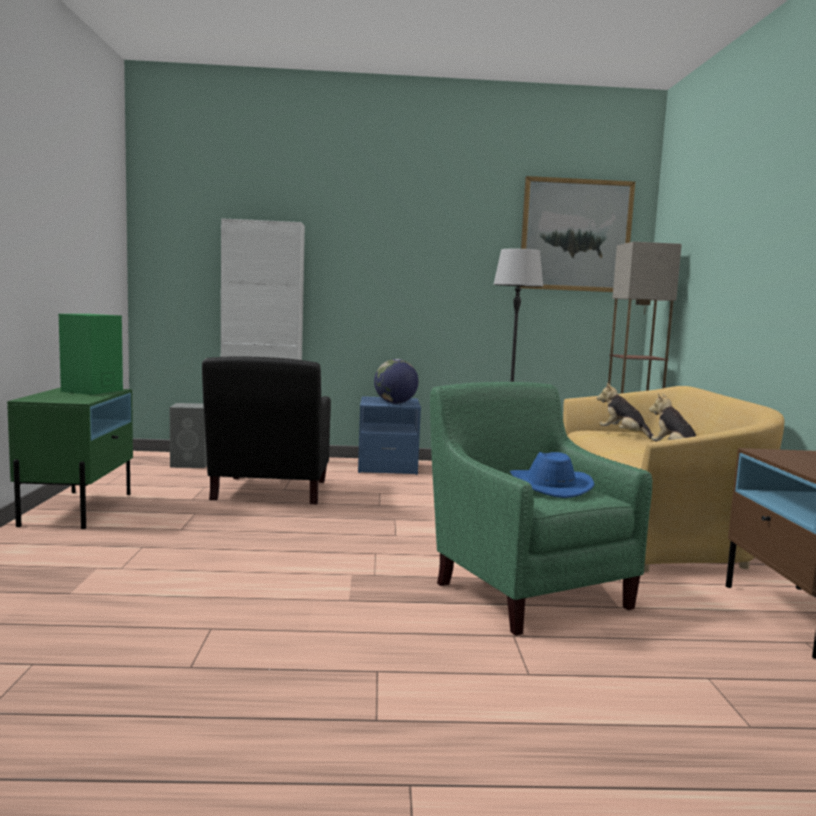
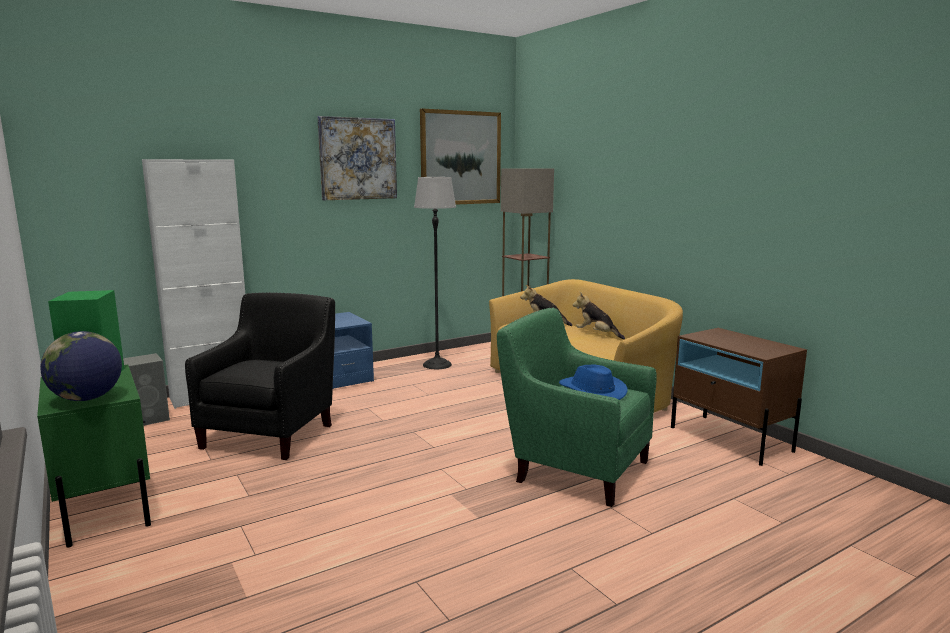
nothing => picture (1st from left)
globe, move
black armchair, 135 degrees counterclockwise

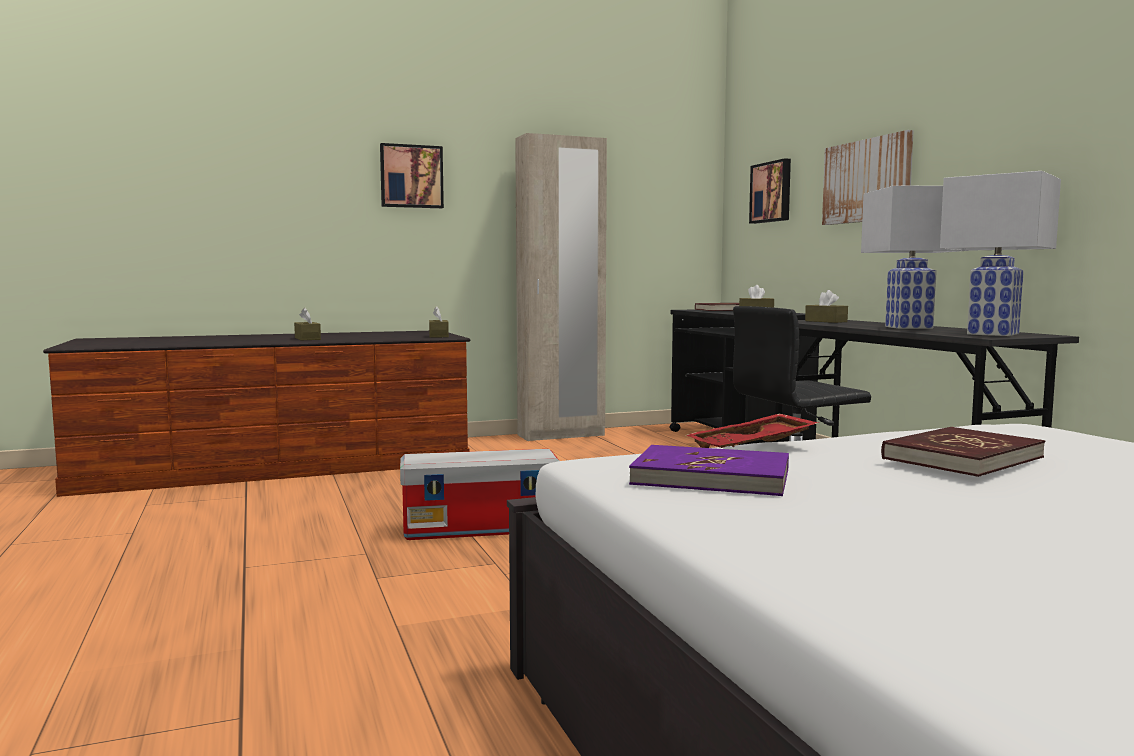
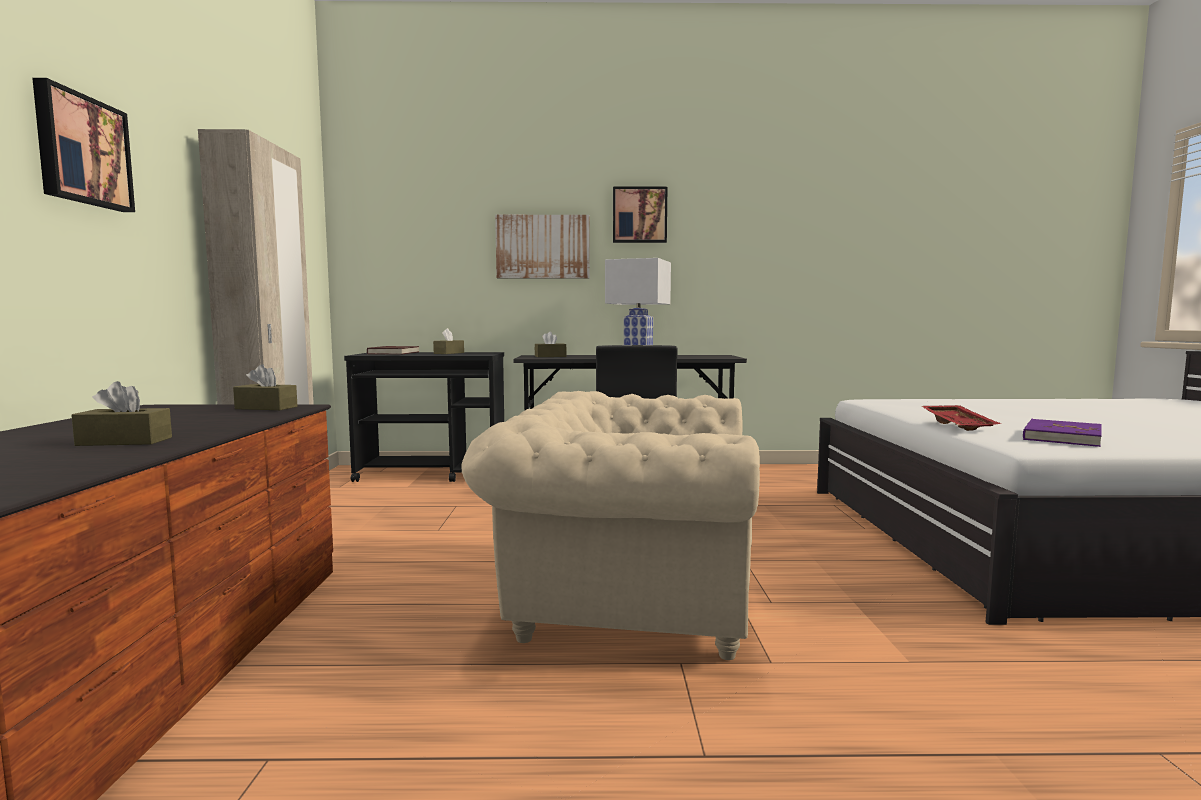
red book (2nd from left) => nothing
white table lamp (2nd from left) => nothing
picture (2nd from left in the first image) => picture (3rd from left), move
storage box => beige armchair

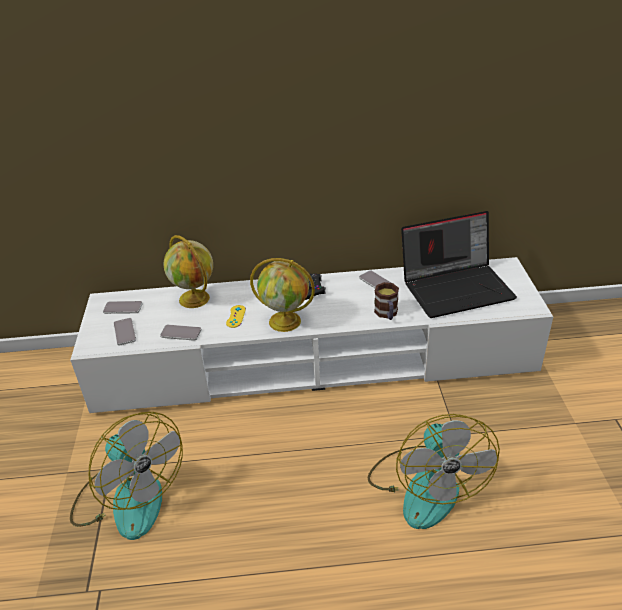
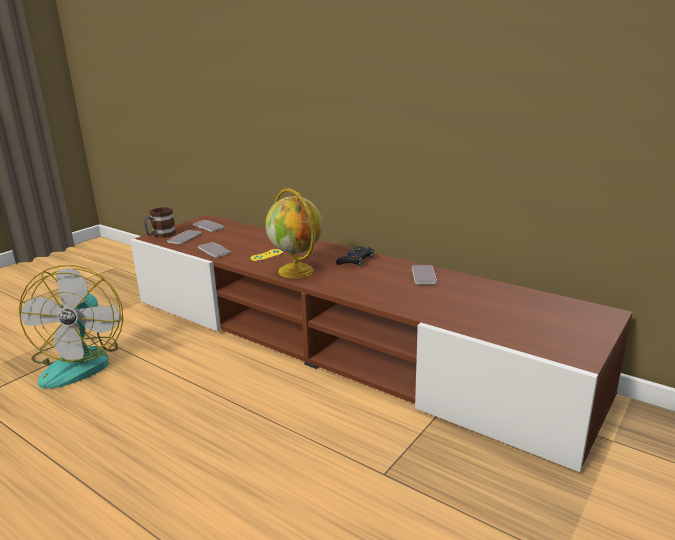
globe (1st from left) => nothing
fan (2nd from left) => nothing
laptop => nothing
mug, move
white tv stand => brown tv stand

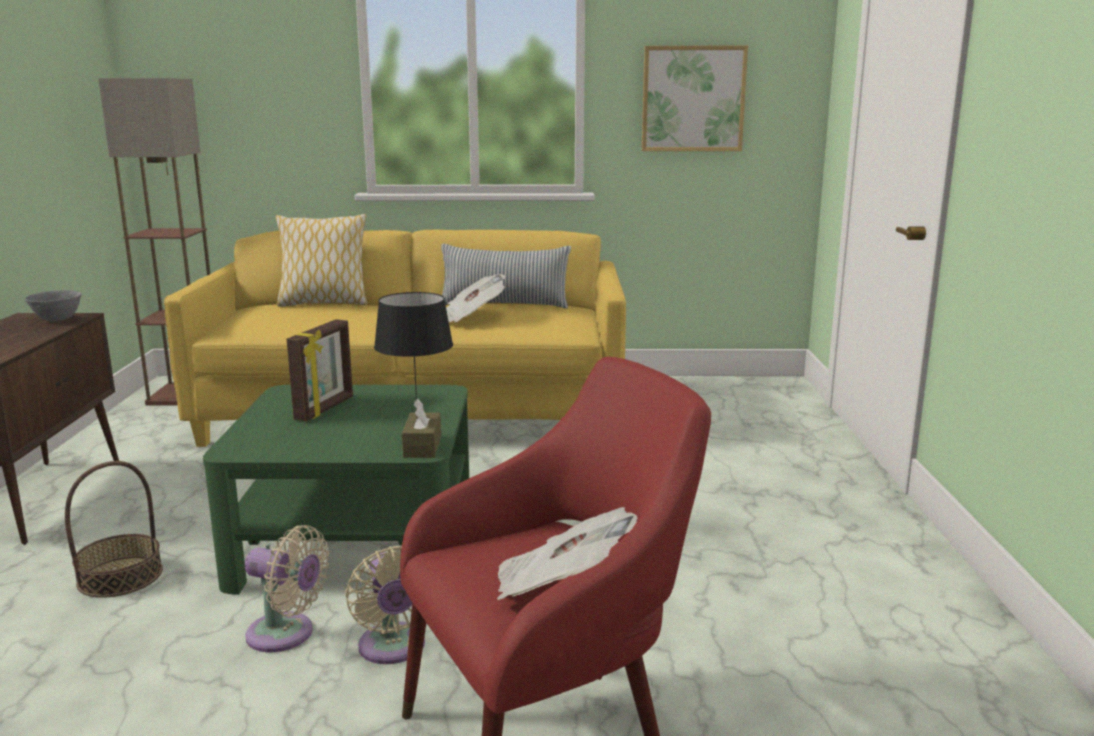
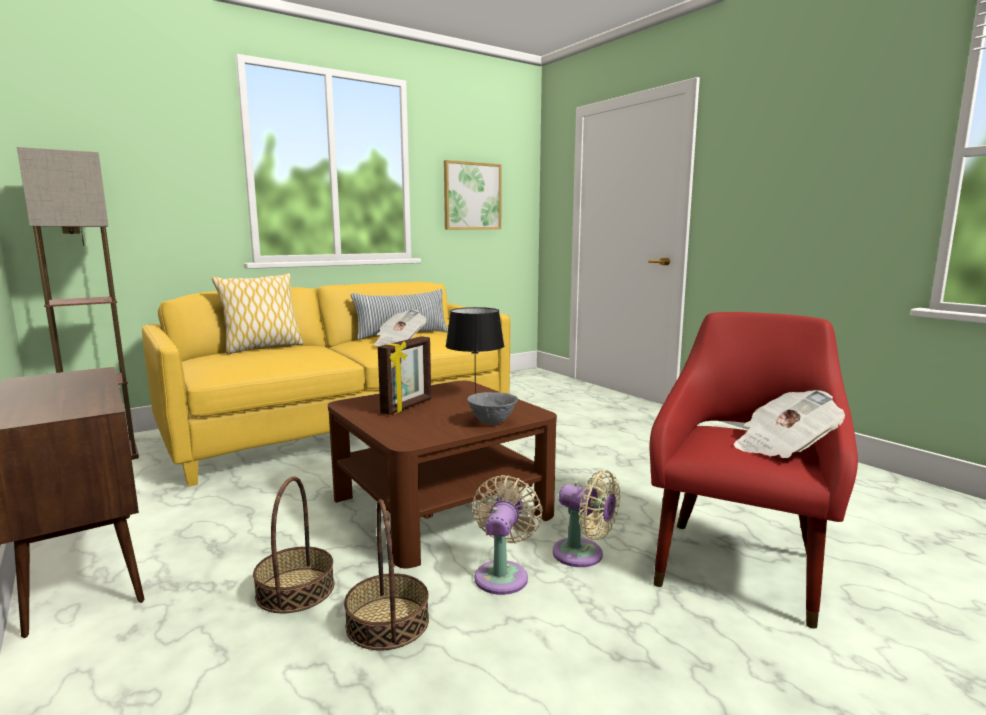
brown tissue box => nothing
nothing => basket (2nd from left)
grey bowl, move
green coffee table => brown coffee table
beige fan (1st from left), 60 degrees counterclockwise
picture frame, 45 degrees clockwise

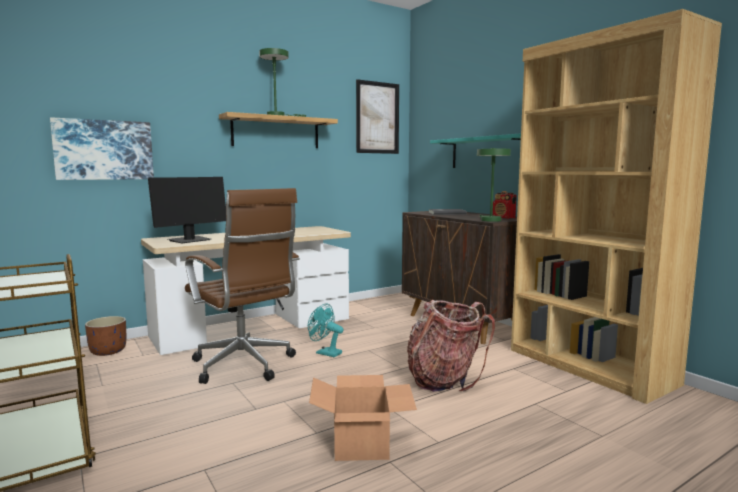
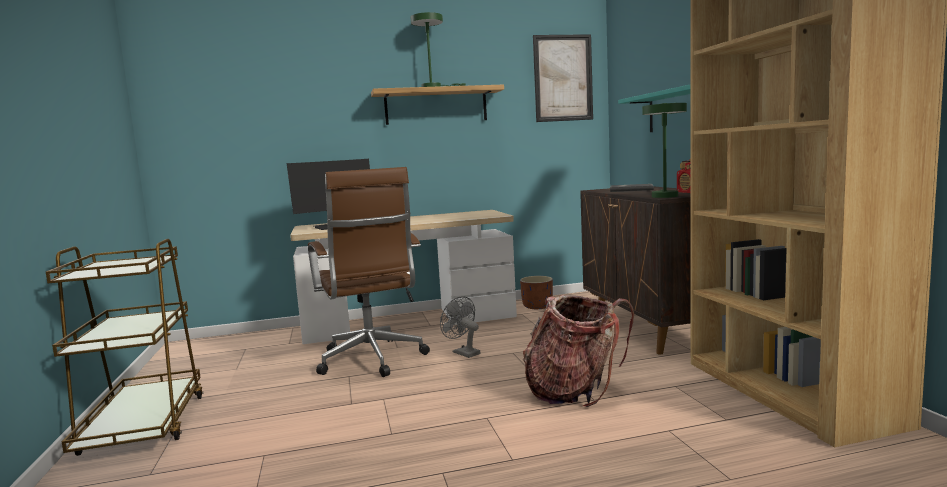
picture (1st from left) => nothing
cardboard box => nothing
brown planter, move
turquoise fan => grey fan

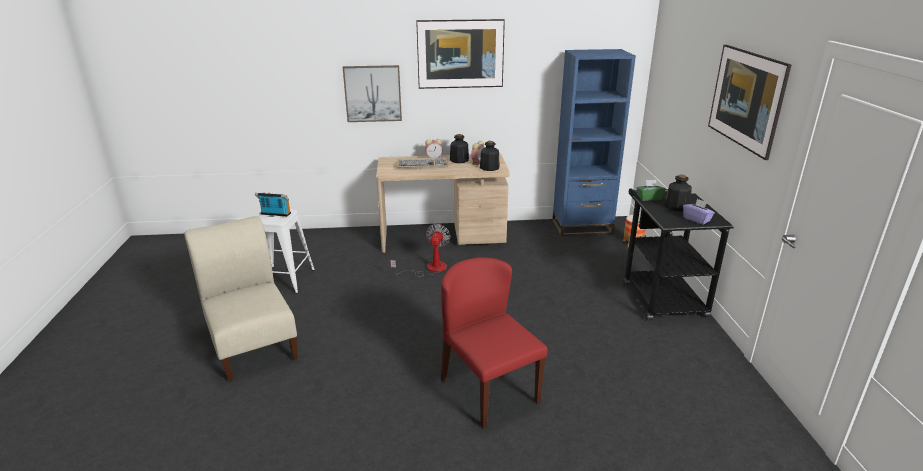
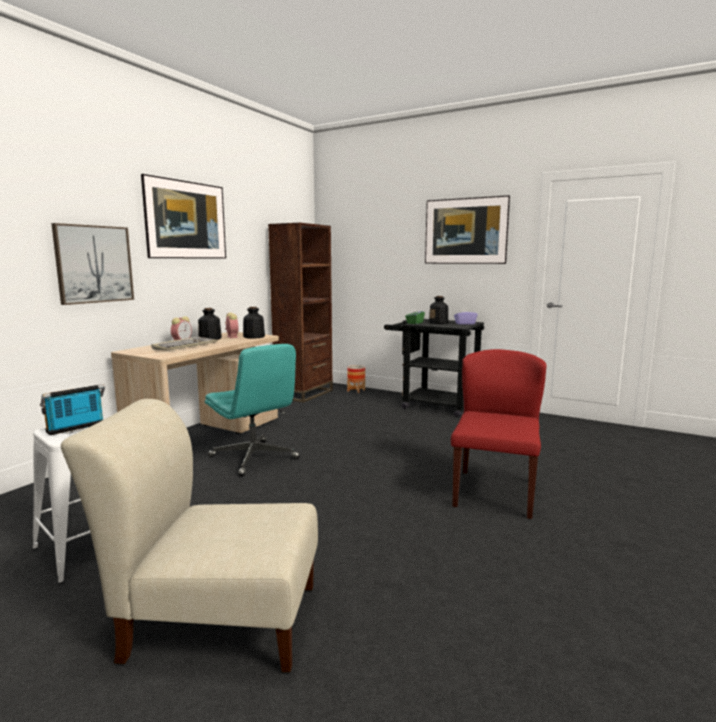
fan => turquoise office chair
blue bookcase => brown bookcase
red chair, 105 degrees clockwise

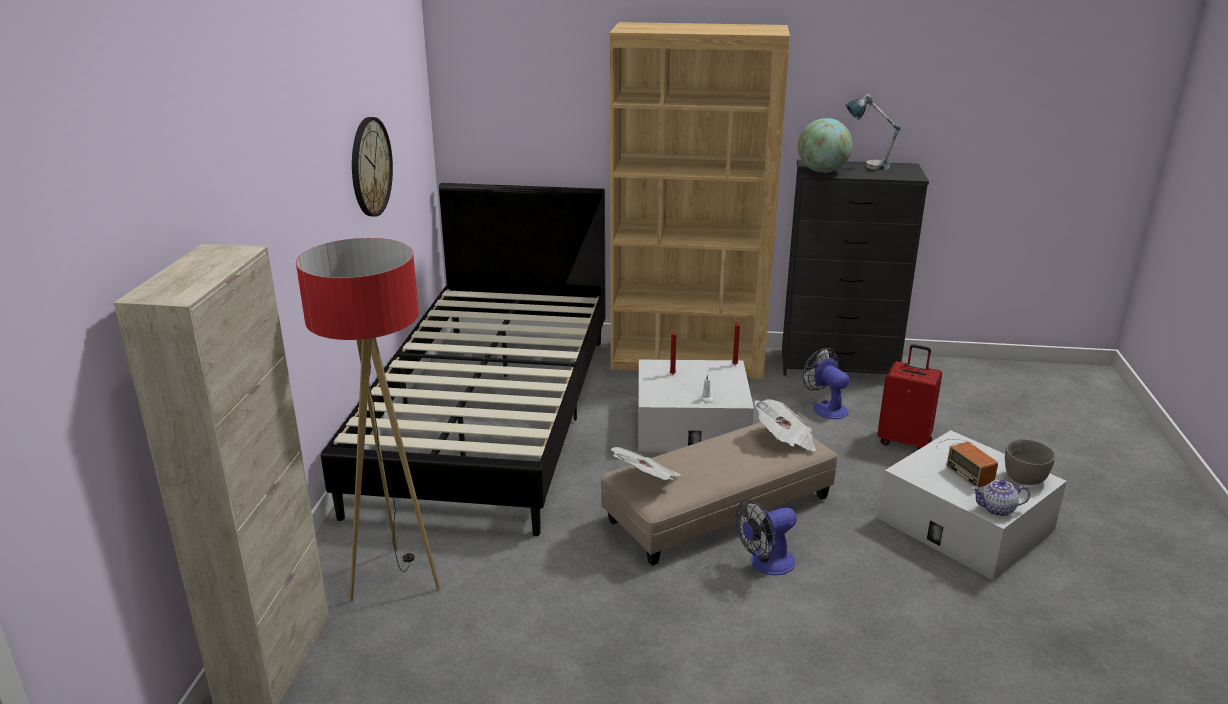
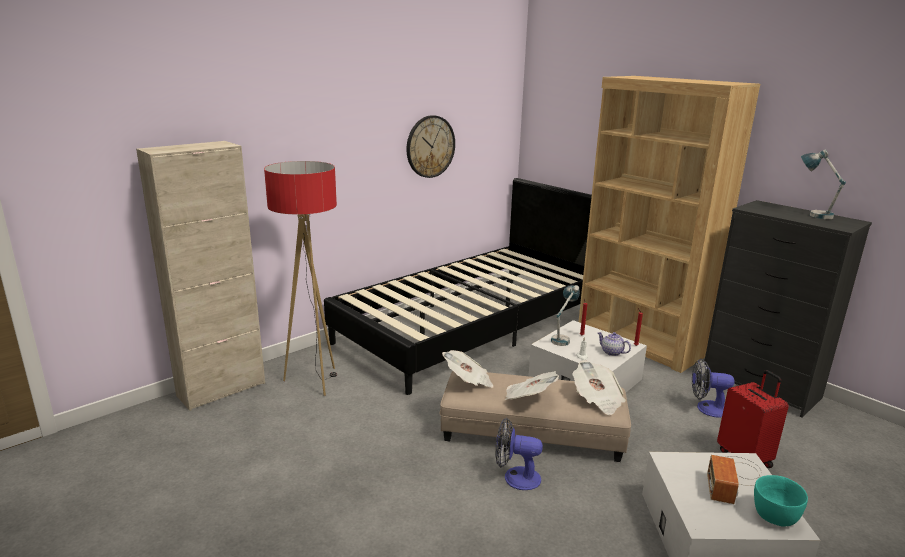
globe => nothing
nothing => newspaper (2nd from left)
nothing => table lamp (1st from left)
teapot, move
grey bowl => turquoise bowl
fan (2nd from left), 90 degrees counterclockwise

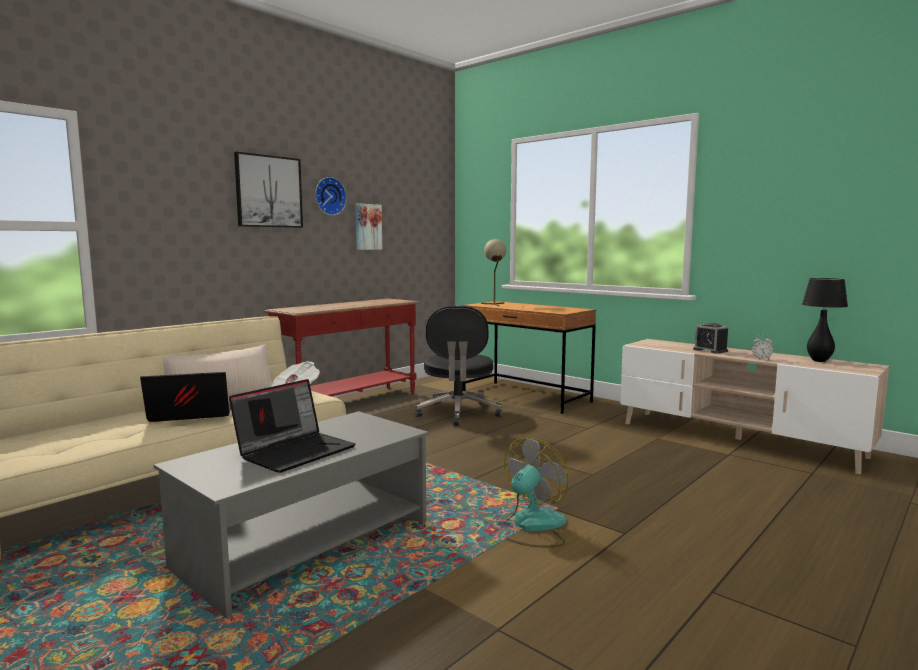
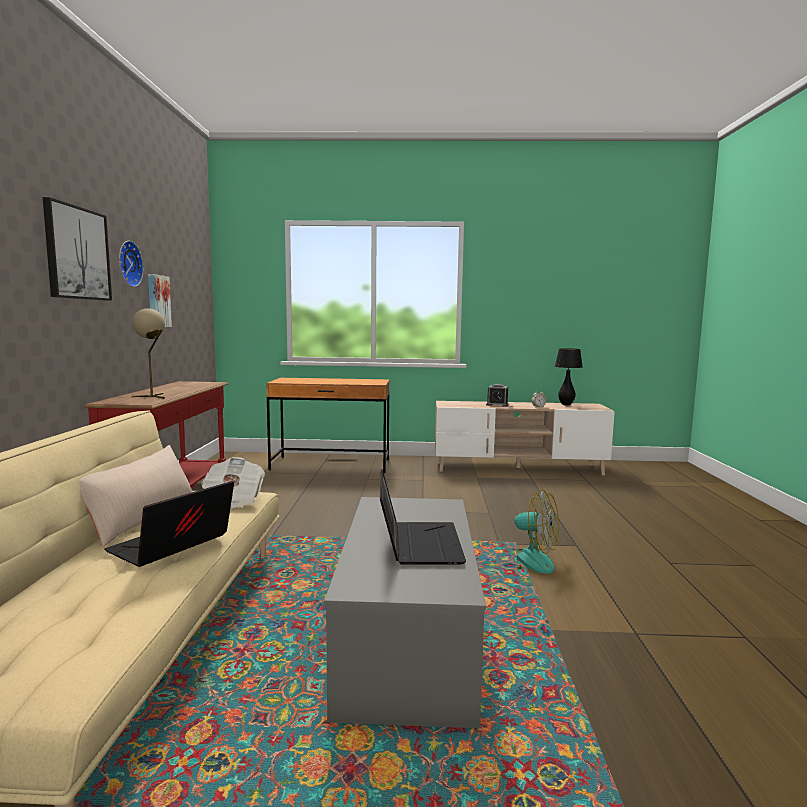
black office chair => nothing
beige table lamp, move
fan, 120 degrees clockwise

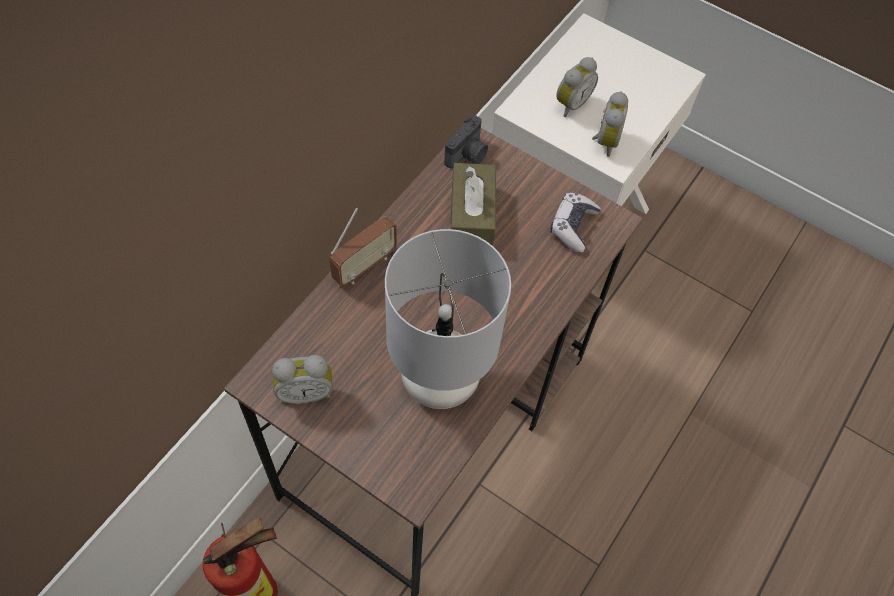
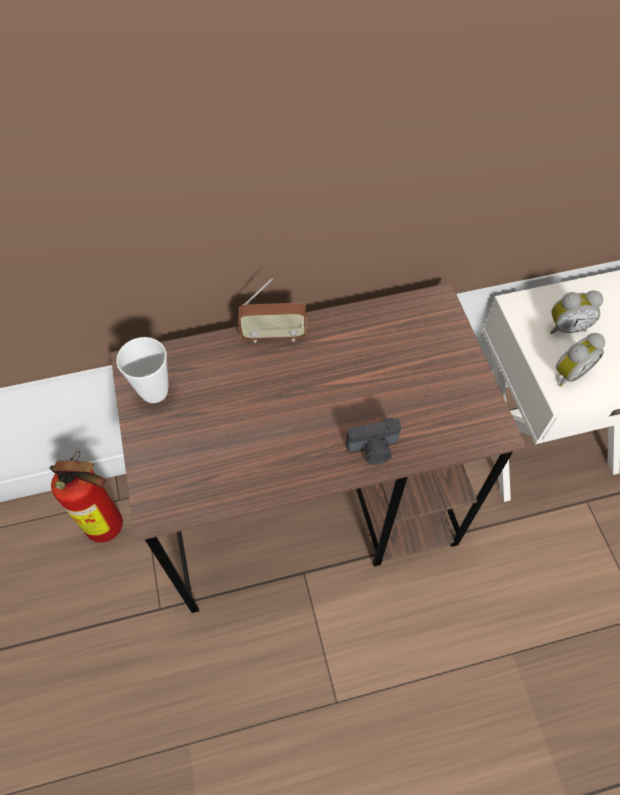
grey table lamp => nothing
brown tissue box => nothing
game controller => nothing
photo camera, move
alarm clock (1st from left) => cup

